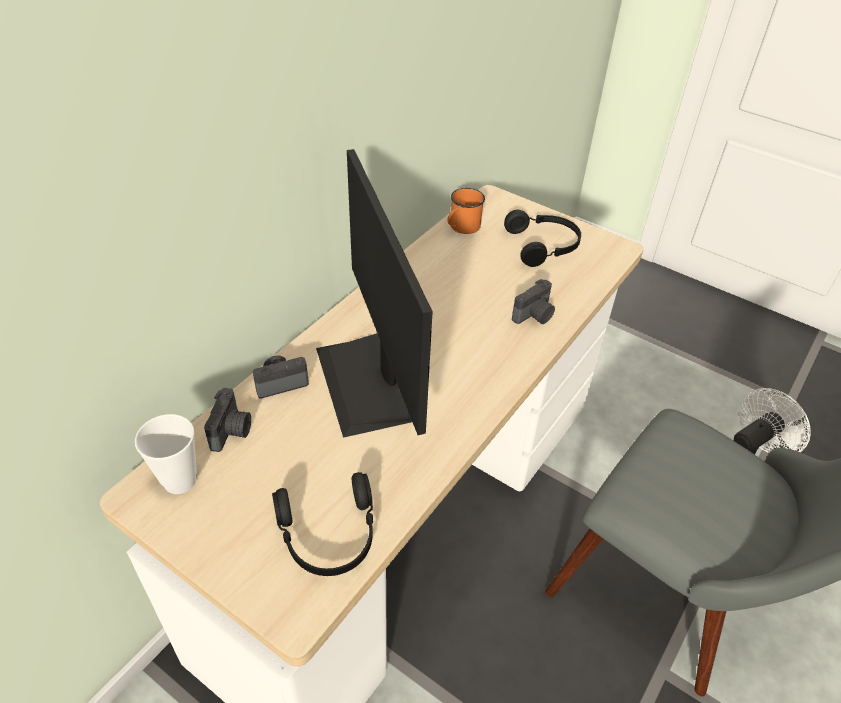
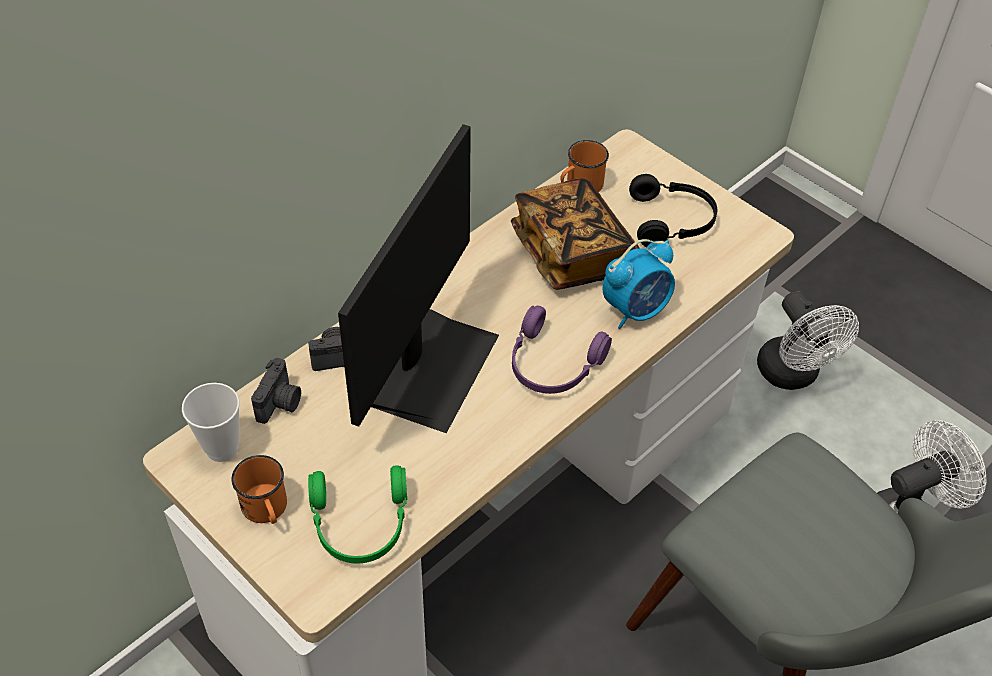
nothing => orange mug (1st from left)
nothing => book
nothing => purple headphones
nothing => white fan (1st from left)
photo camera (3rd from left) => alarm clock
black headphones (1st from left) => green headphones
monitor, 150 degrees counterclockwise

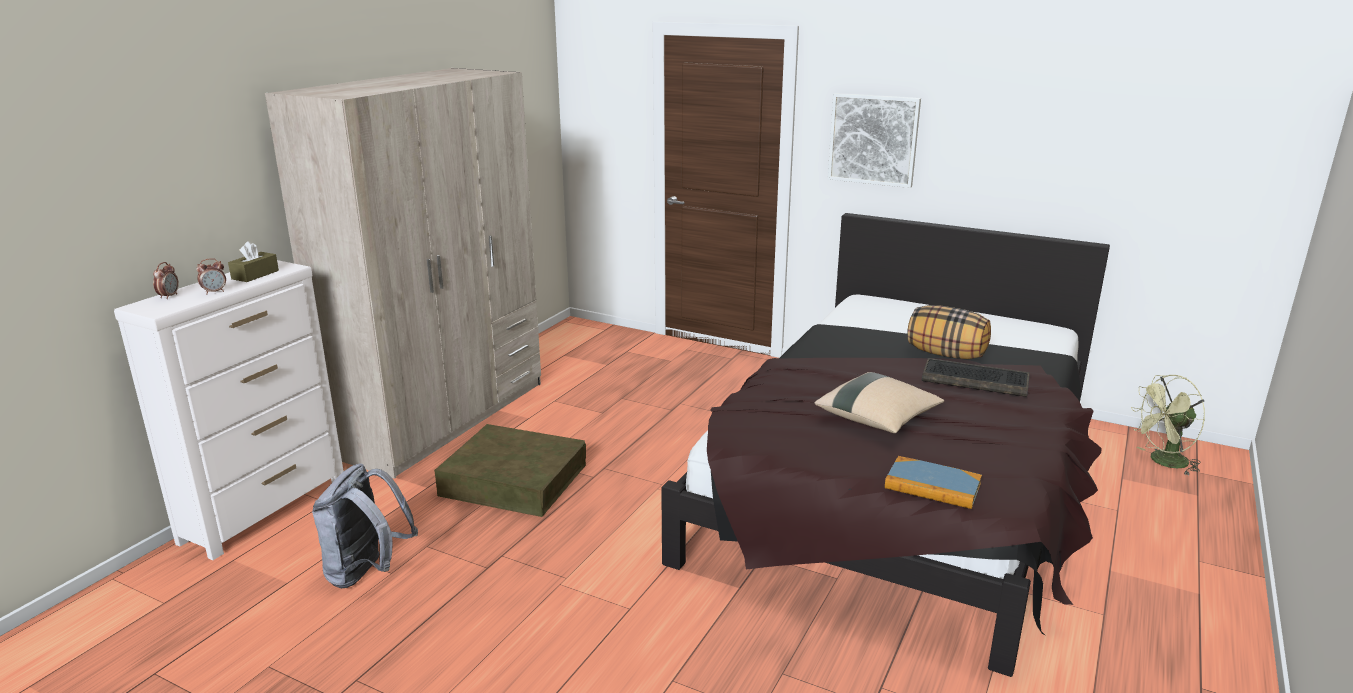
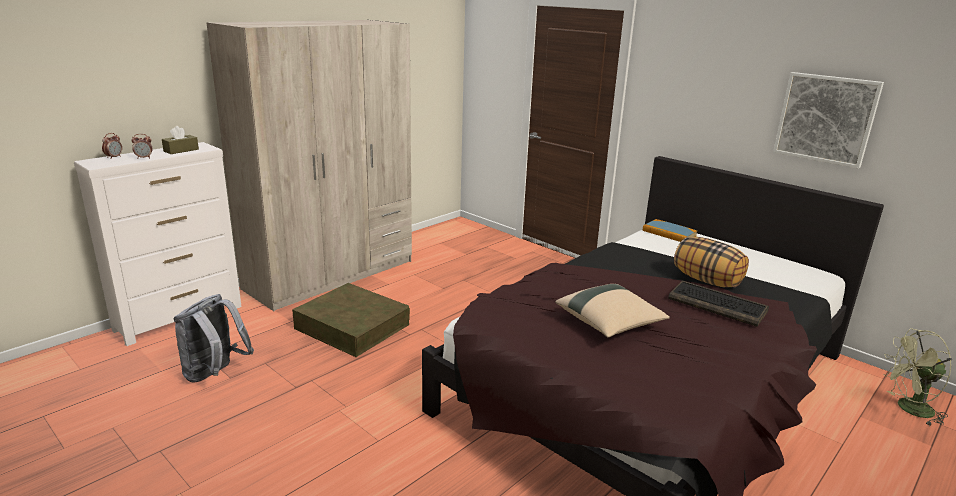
picture, move
book, move

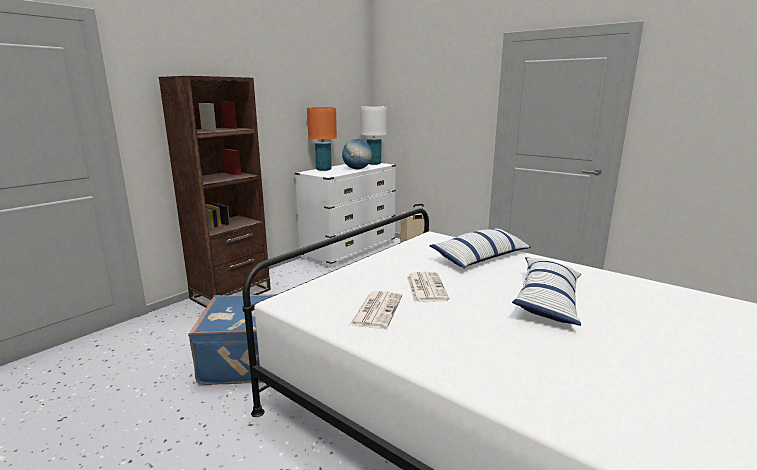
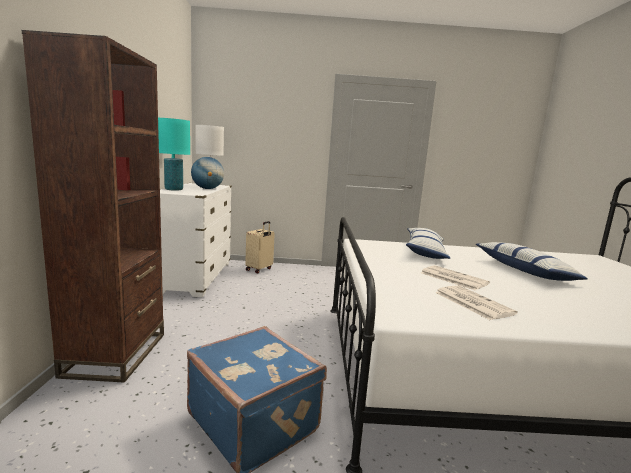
orange table lamp => turquoise table lamp

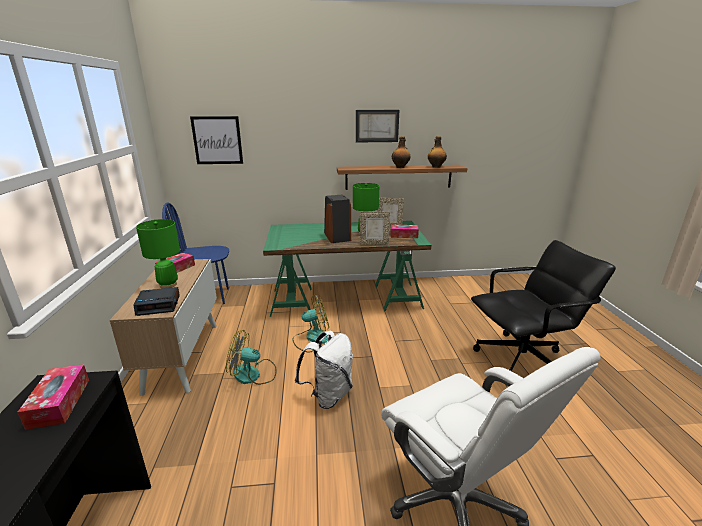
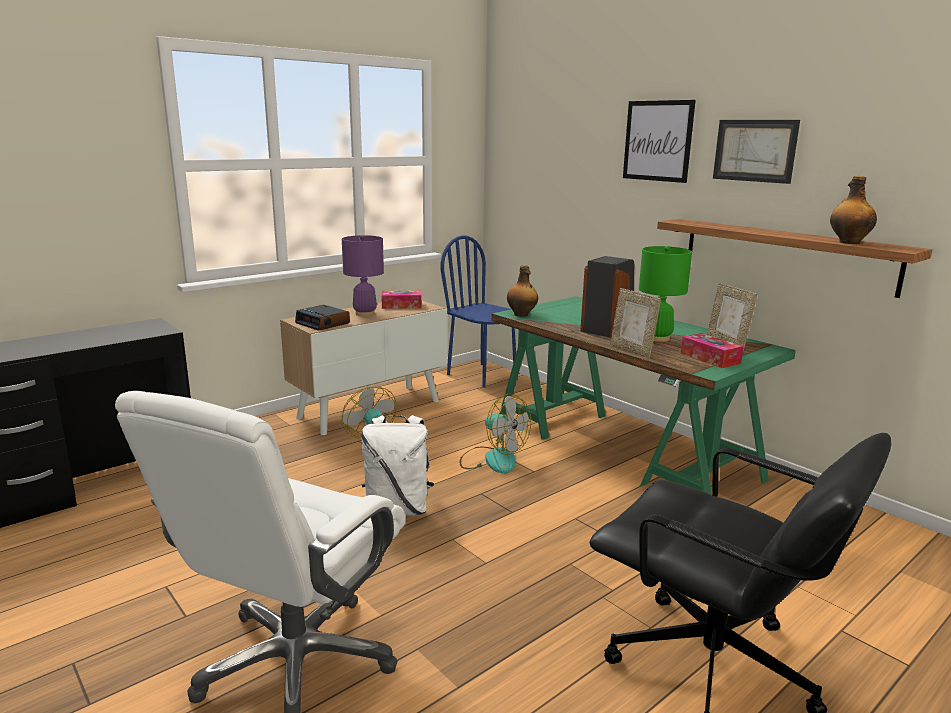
tissue box (1st from left) => nothing
picture (1st from left), move
bottle (1st from left), move
green table lamp (1st from left) => purple table lamp

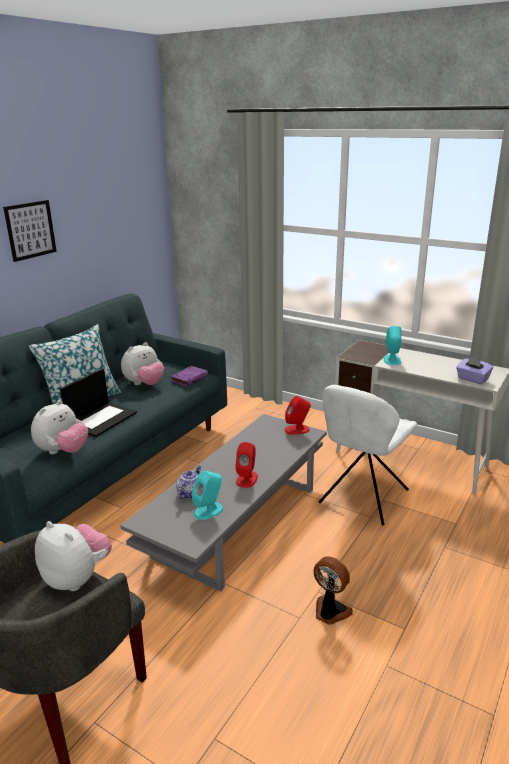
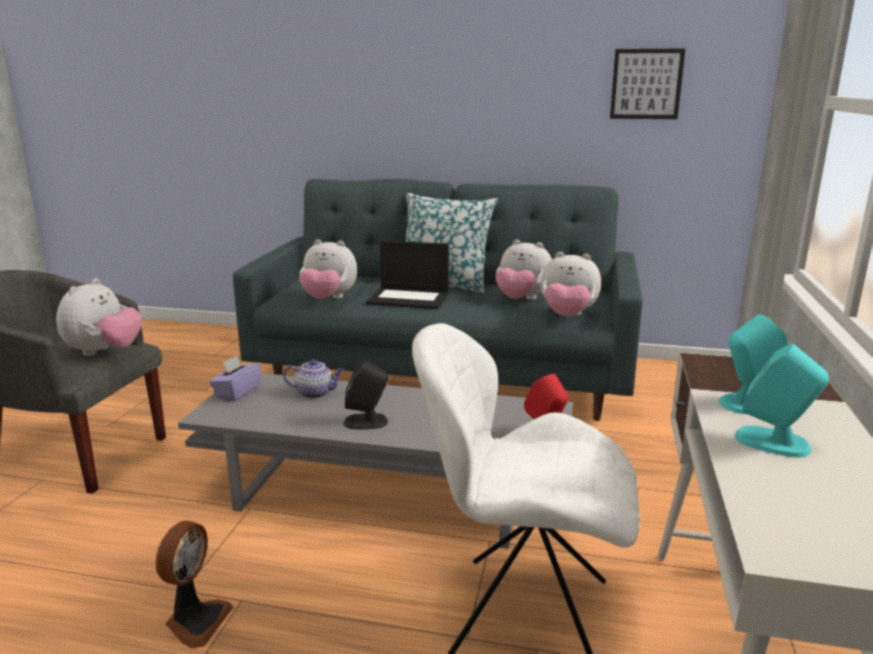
picture, move
turquoise speaker (1st from left in the first image) => turquoise speaker (2nd from left), move
purple tissue box, move
purple book => plush toy (4th from left)
red speaker (1st from left) => black speaker

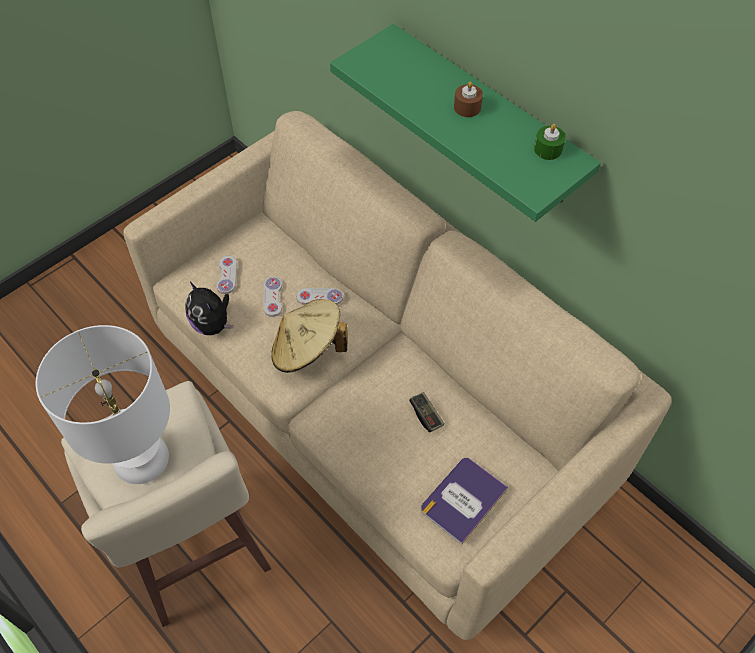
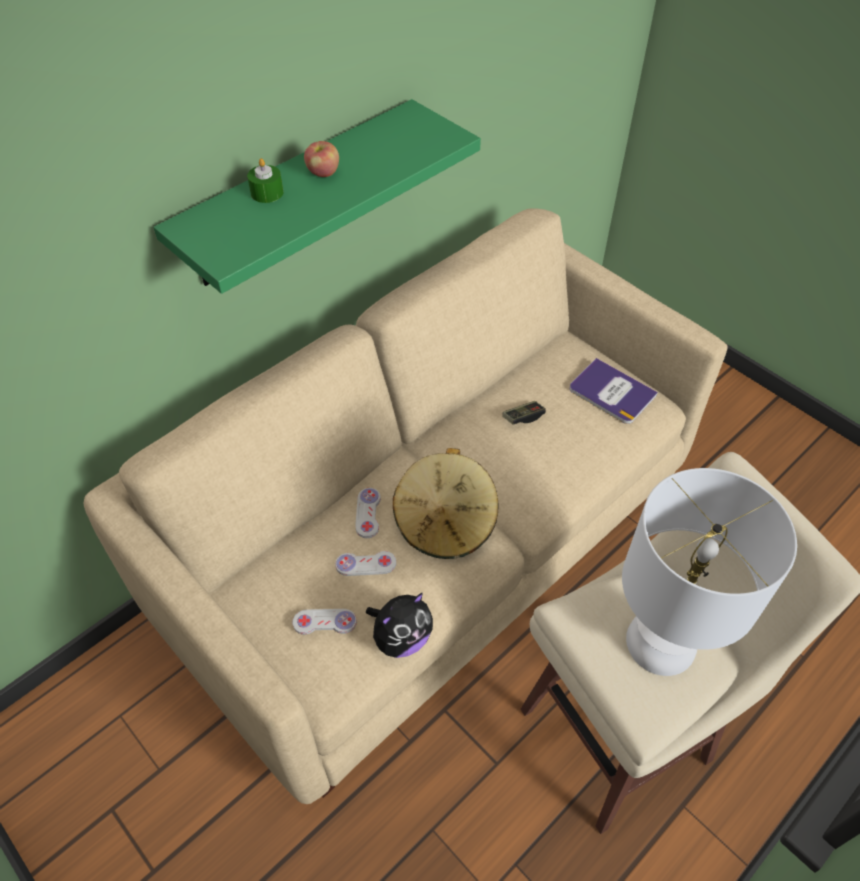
green candle, move
brown candle => apple

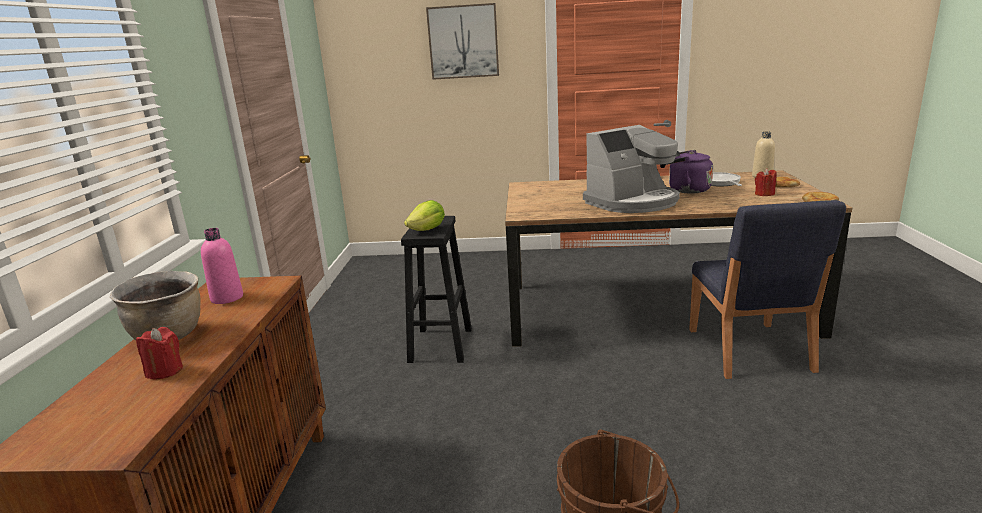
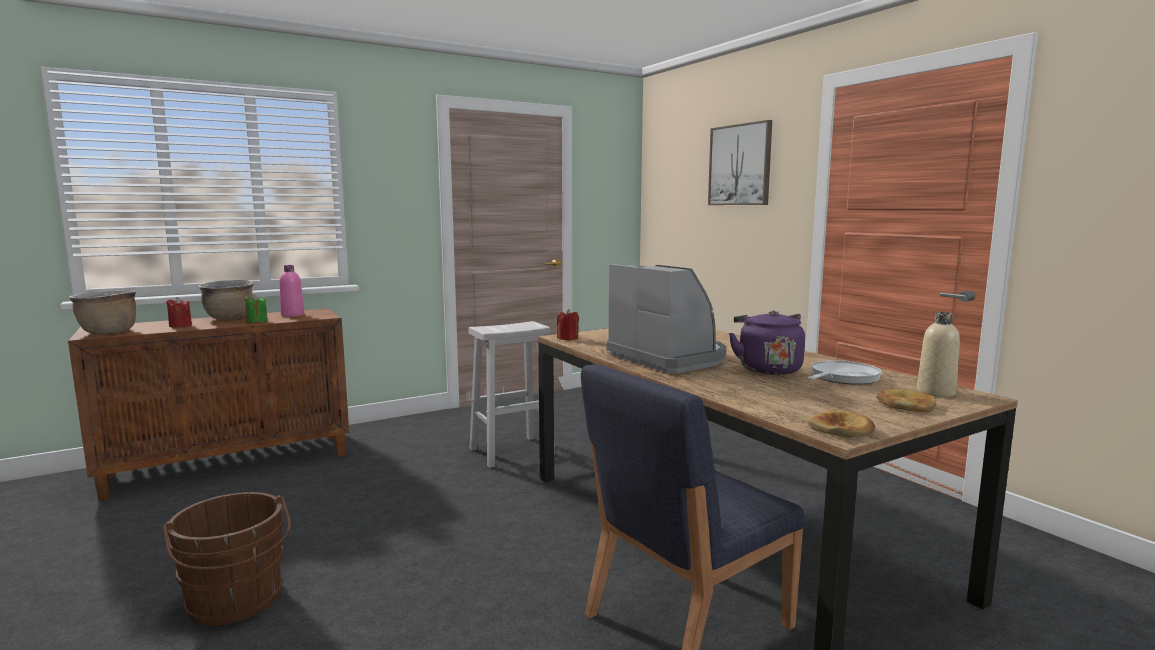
lettuce => nothing
nothing => brown cooking pot (1st from left)
nothing => green candle
red candle (2nd from left), move
black stool => white stool
coffee machine, 150 degrees counterclockwise

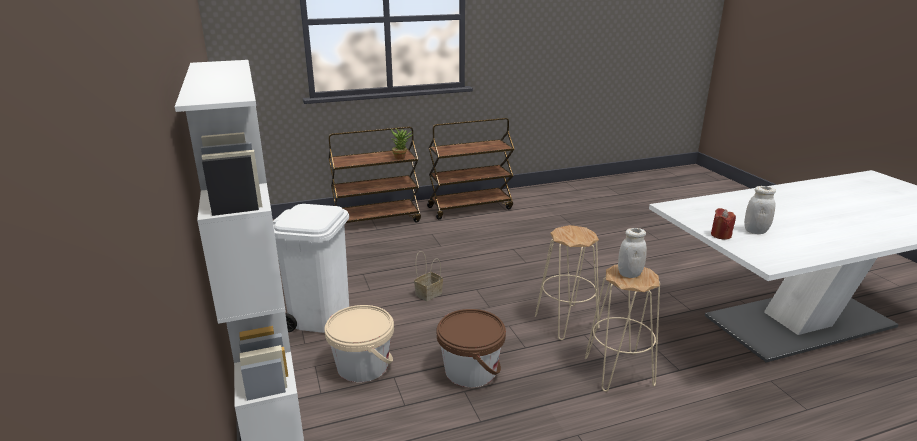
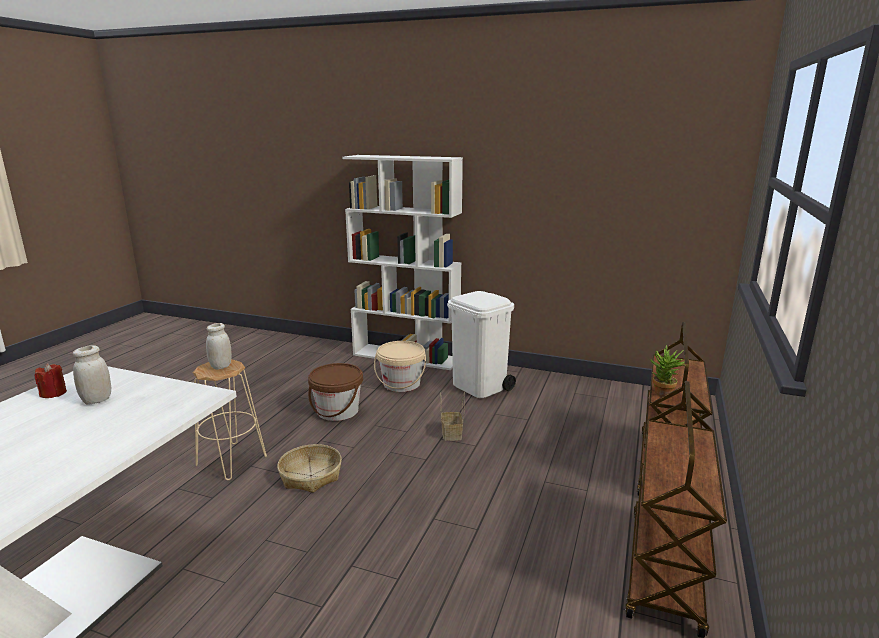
red candle, move
beige stool (1st from left) => basket (1st from left)

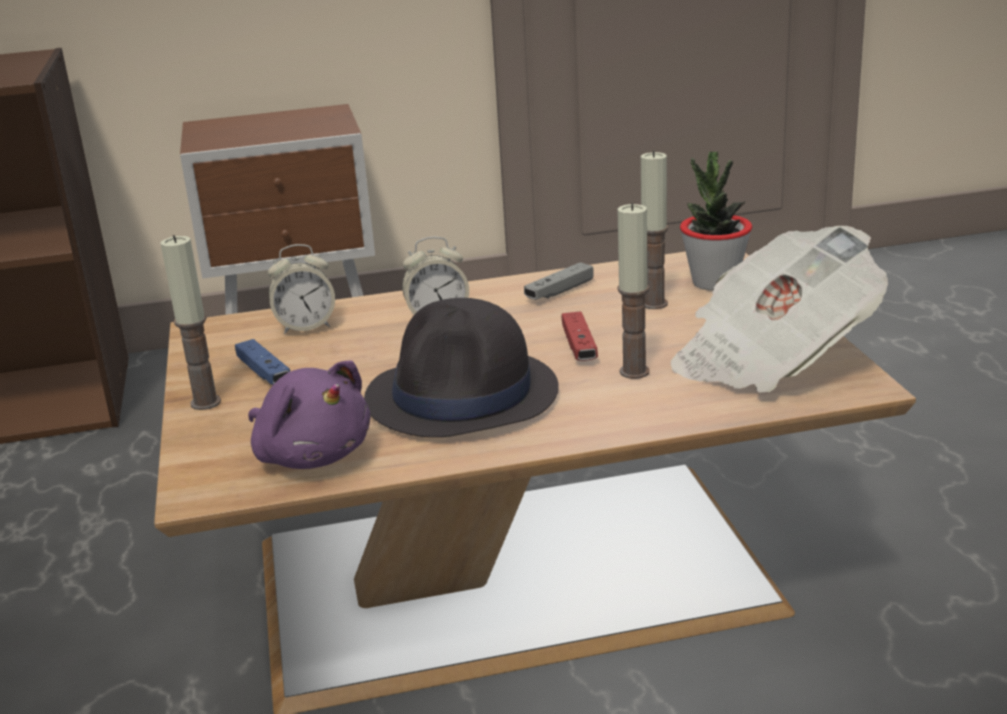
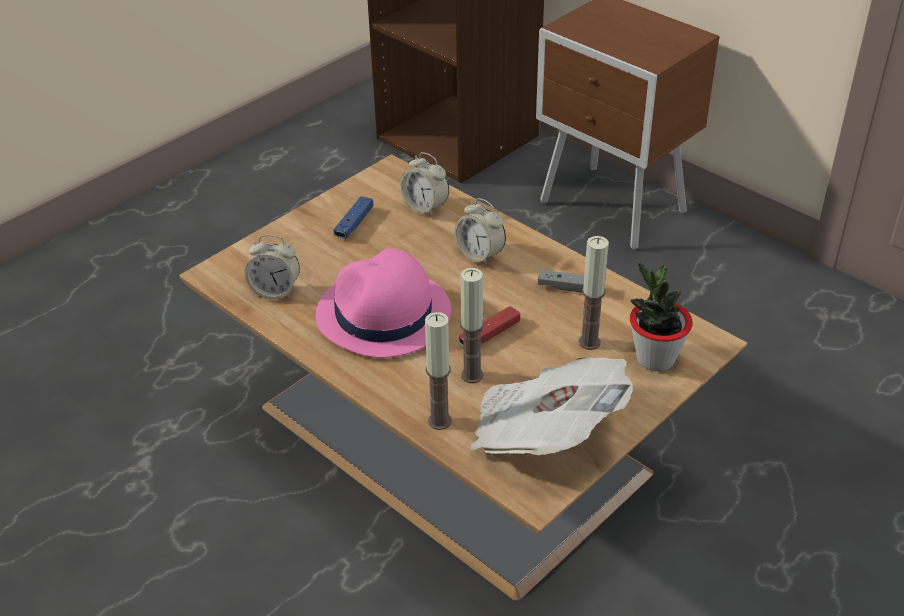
candle (1st from left), move
purple plush toy => alarm clock (1st from left)
black hat => pink hat

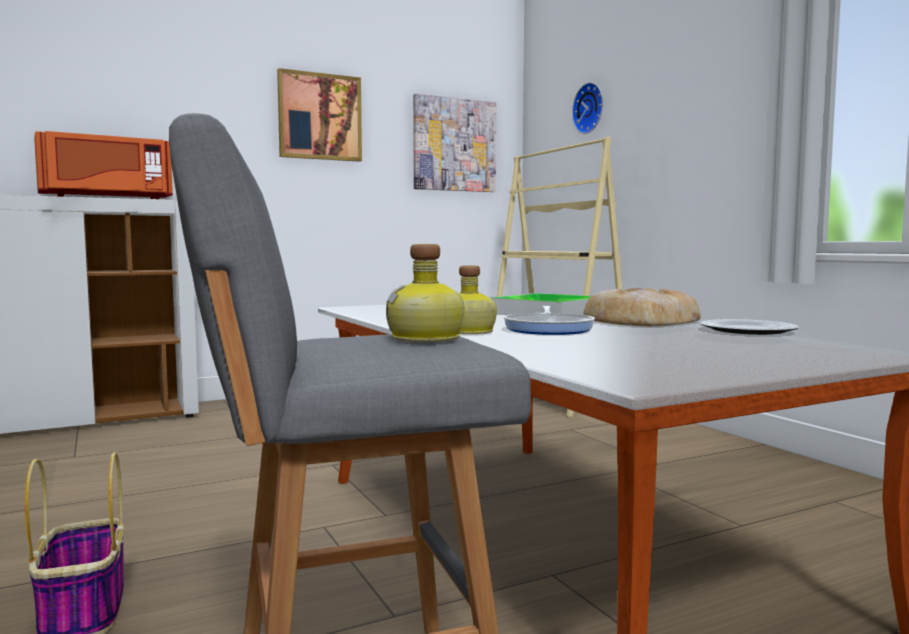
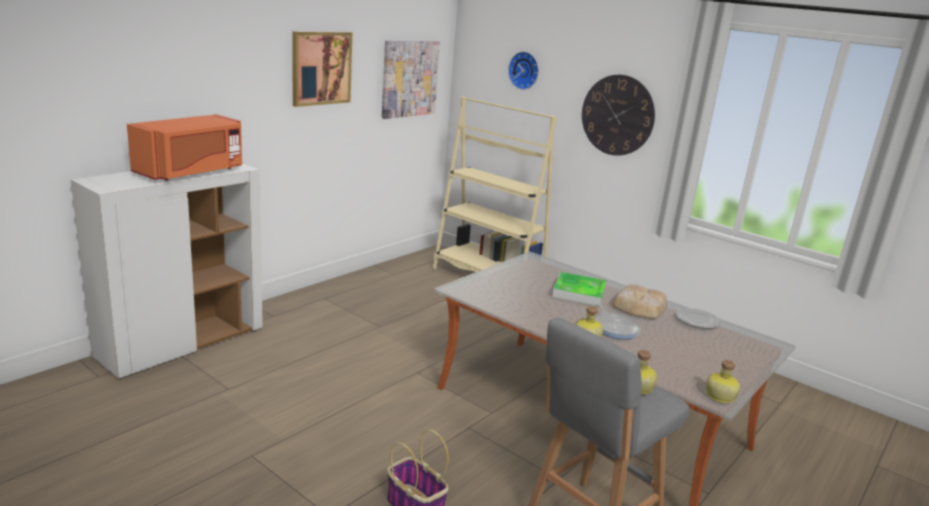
nothing => wall clock (2nd from left)
nothing => bottle (3rd from left)

